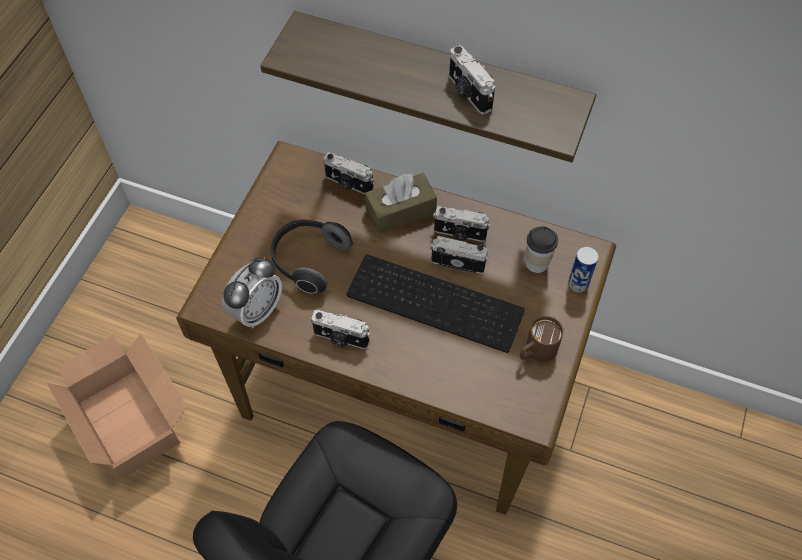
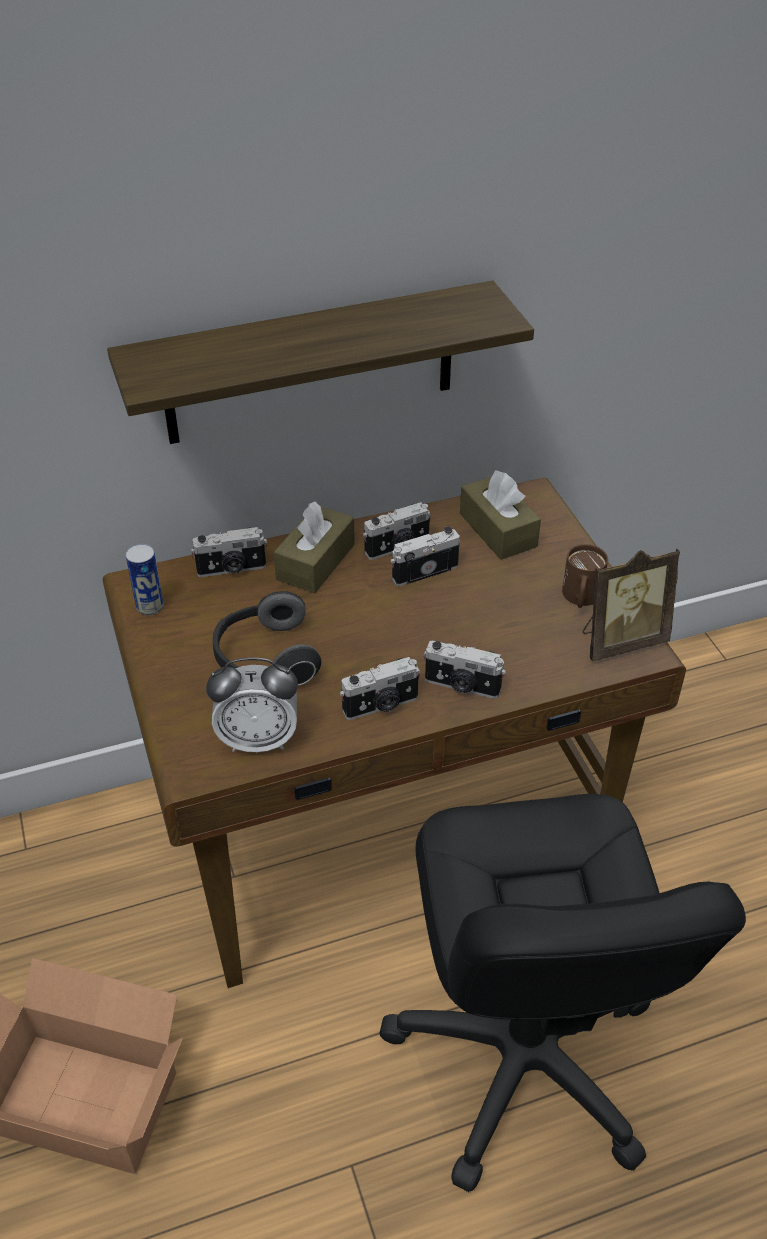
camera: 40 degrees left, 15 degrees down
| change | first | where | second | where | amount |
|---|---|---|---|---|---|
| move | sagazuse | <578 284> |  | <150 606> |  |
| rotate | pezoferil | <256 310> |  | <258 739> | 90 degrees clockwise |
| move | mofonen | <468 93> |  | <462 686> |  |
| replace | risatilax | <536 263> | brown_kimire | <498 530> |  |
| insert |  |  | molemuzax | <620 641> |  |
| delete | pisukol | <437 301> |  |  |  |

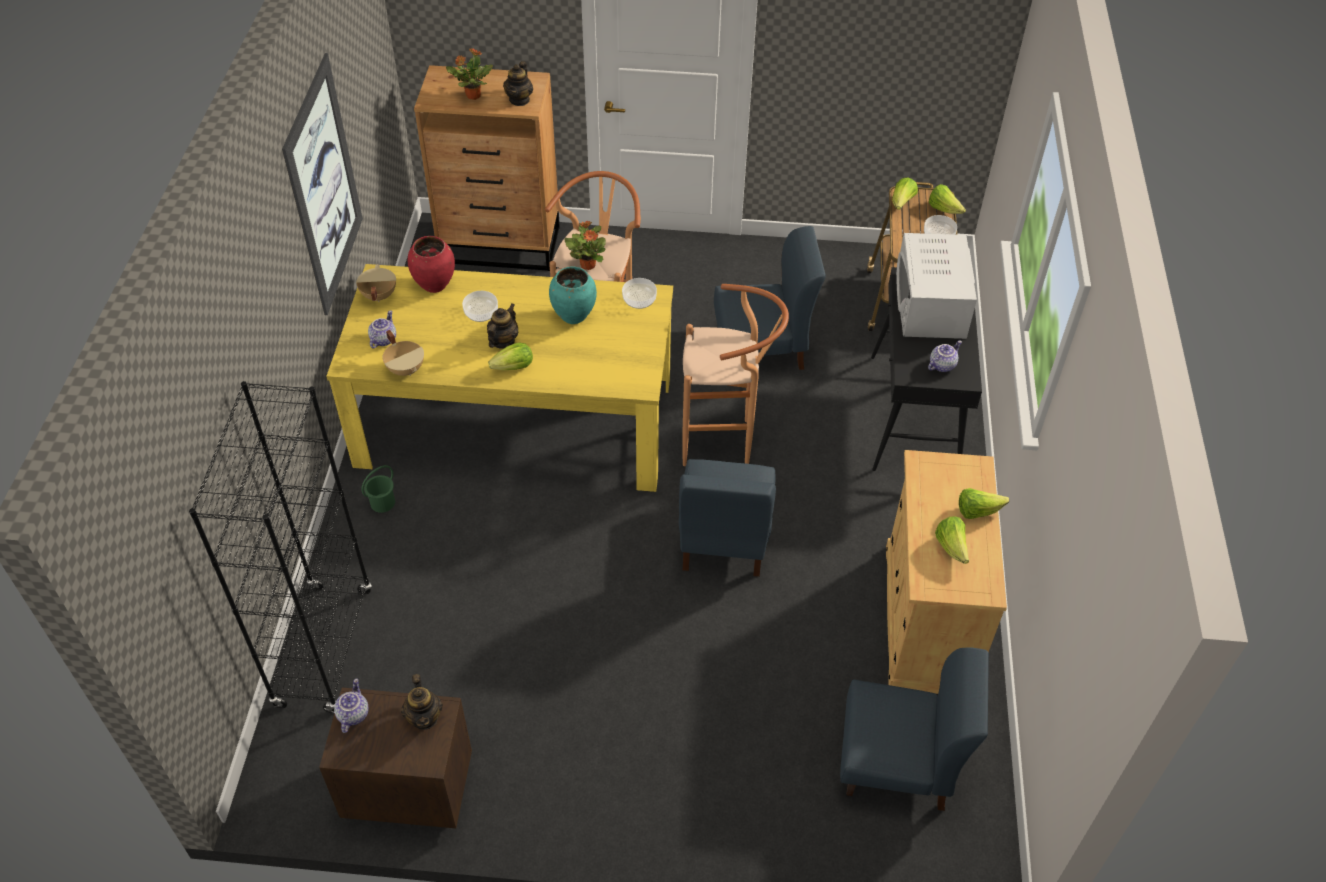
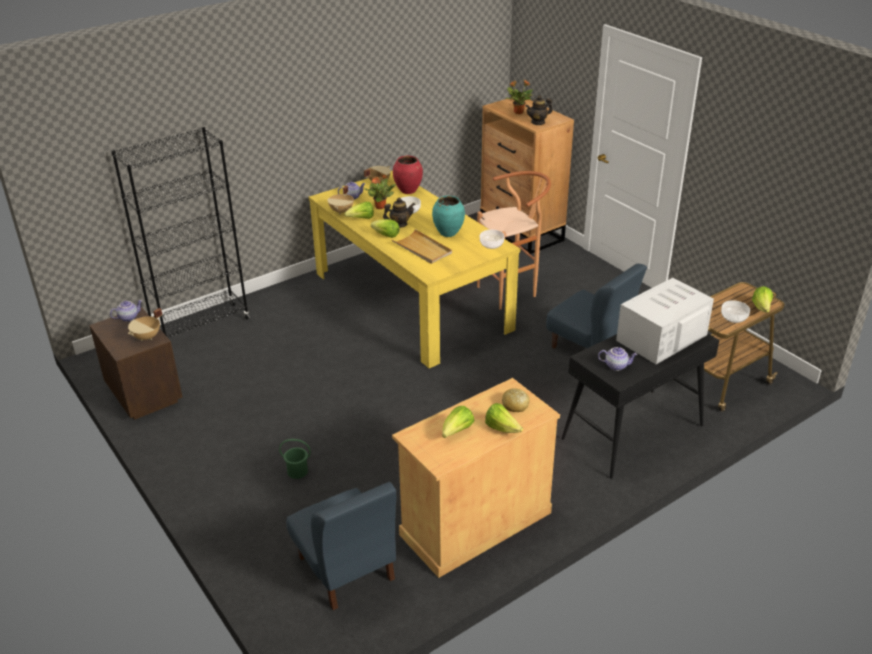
camera: 50 degrees right, 15 degrees down
| change | first | where | second | where | amount |
|---|---|---|---|---|---|
| replace | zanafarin | <424 717> | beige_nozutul | <147 337> |  |
| move | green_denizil | <383 503> |  | <297 472> |  |
| move | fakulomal | <902 203> |  | <361 219> |  |
| move | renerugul | <588 264> |  | <380 207> |  |
| insert |  |  | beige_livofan | <422 249> |  |
| insert |  |  | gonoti | <515 405> |  |
| delete | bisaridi | <324 187> |  |  |  |
| delete | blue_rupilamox | <723 539> |  |  |  |
| delete | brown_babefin | <724 440> |  |  |  |

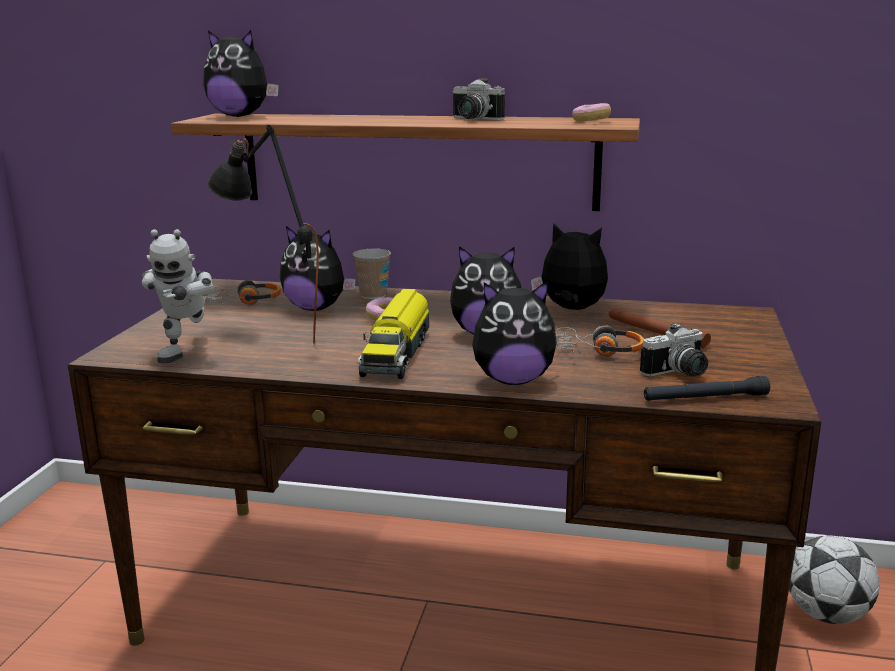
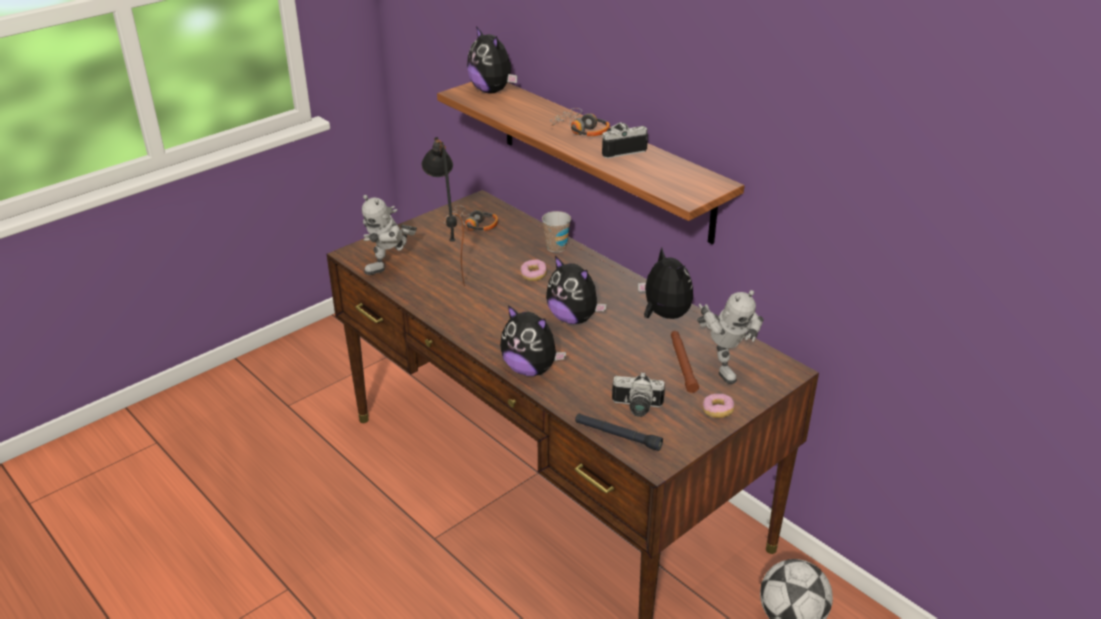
camera: 35 degrees right, 15 degrees up
| change | first | where | second | where | amount |
|---|---|---|---|---|---|
| move | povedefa | <598 351> |  | <580 130> |  |
| rotate | mofonen | <472 119> |  | <620 149> | 90 degrees clockwise |
| insert |  |  | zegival | <722 366> |  |
| move | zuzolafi | <591 121> |  | <717 411> |  |
| delete | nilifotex | <316 308> |  |  |  |
| delete | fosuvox | <397 352> |  |  |  |

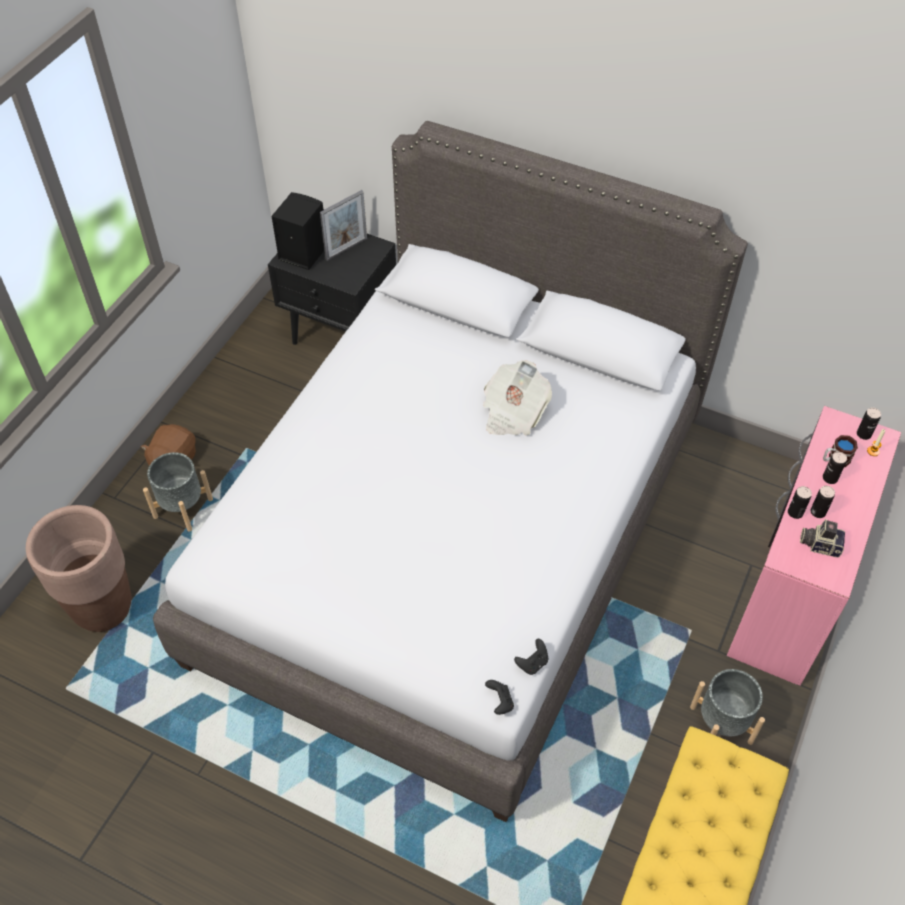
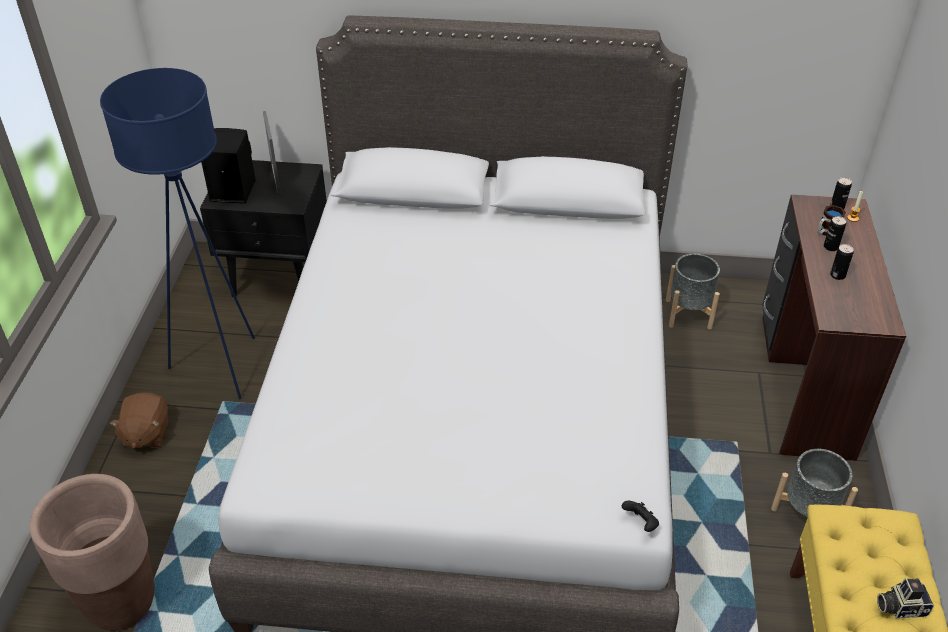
camera: 20 degrees left, 10 degrees down
| change | first | where | second | where | amount |
|---|---|---|---|---|---|
| insert |  |  | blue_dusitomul | <219 367> |  |
| rotate | molemuzax | <346 249> |  | <275 178> | 135 degrees clockwise |
| move | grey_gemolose | <183 508> |  | <688 313> |  |
| recolor | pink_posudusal | <789 590> | brown_posudusal | <802 384> |  |
| move | mofonen | <820 544> |  | <900 606> |  |
| delete | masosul | <513 412> |  |  |  |
| delete | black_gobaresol | <532 663> |  |  |  |
| delete | sagazuse | <795 512> |  |  |  |

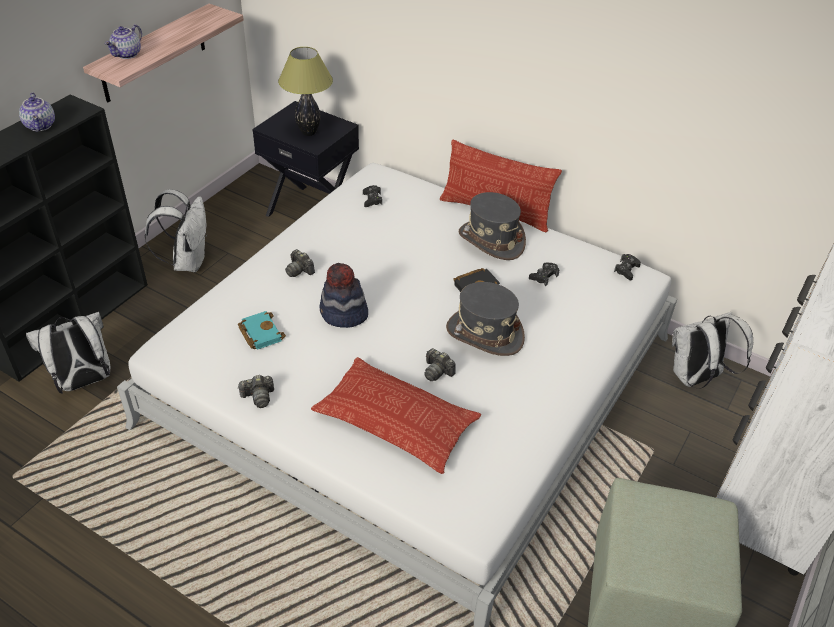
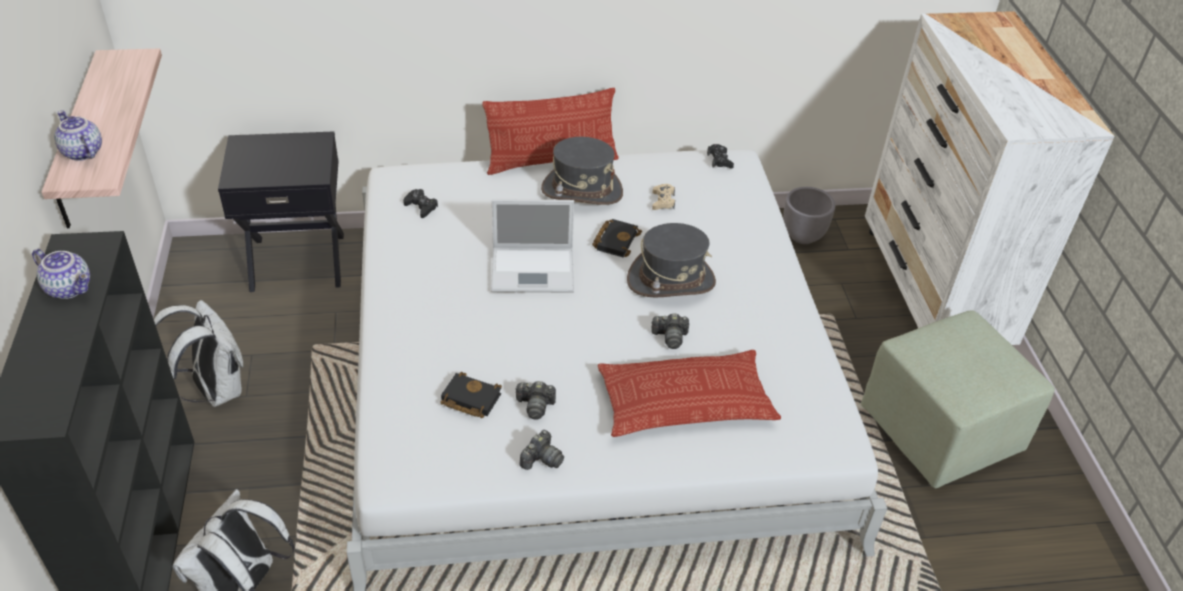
camera: 40 degrees left, 0 degrees up
| change | first | where | second | where | amount |
|---|---|---|---|---|---|
| rotate | zanafarin | <127 54> |  | <81 152> | 150 degrees clockwise |
| recolor | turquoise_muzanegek | <259 333> | black_muzanegek | <469 399> |  |
| insert |  |  | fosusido | <534 270> |  |
| move | mofonen | <299 270> |  | <535 405> |  |
| recolor | black_gobaresol | <544 276> | beige_gobaresol | <663 201> |  |
| replace | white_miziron | <695 378> | grey_gemolose | <803 236> |  |
| delete | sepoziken | <308 132> |  |  |  |
| delete | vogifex | <343 314> |  |  |  |

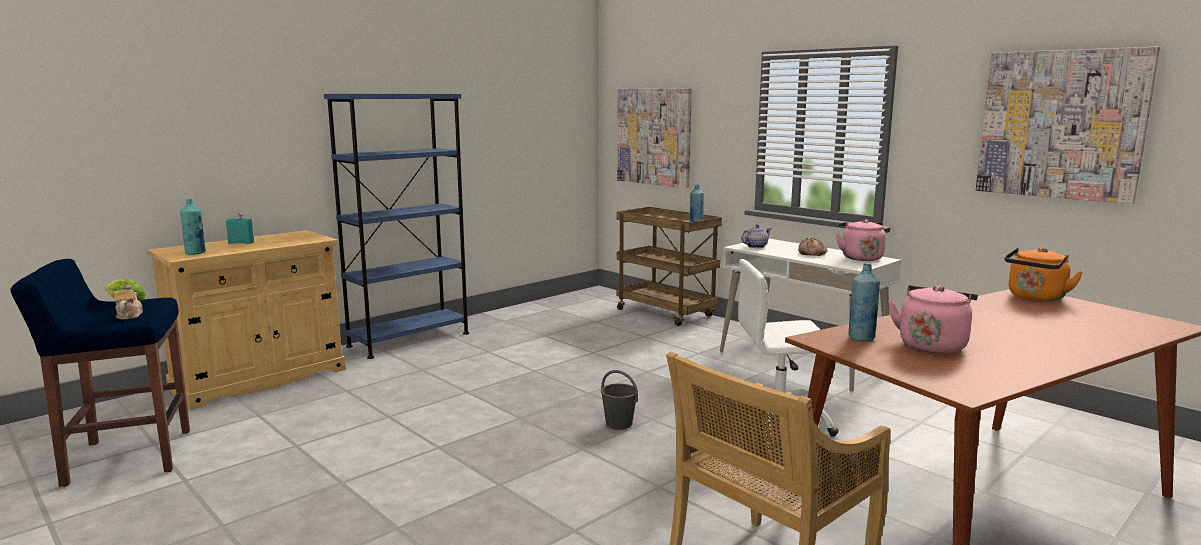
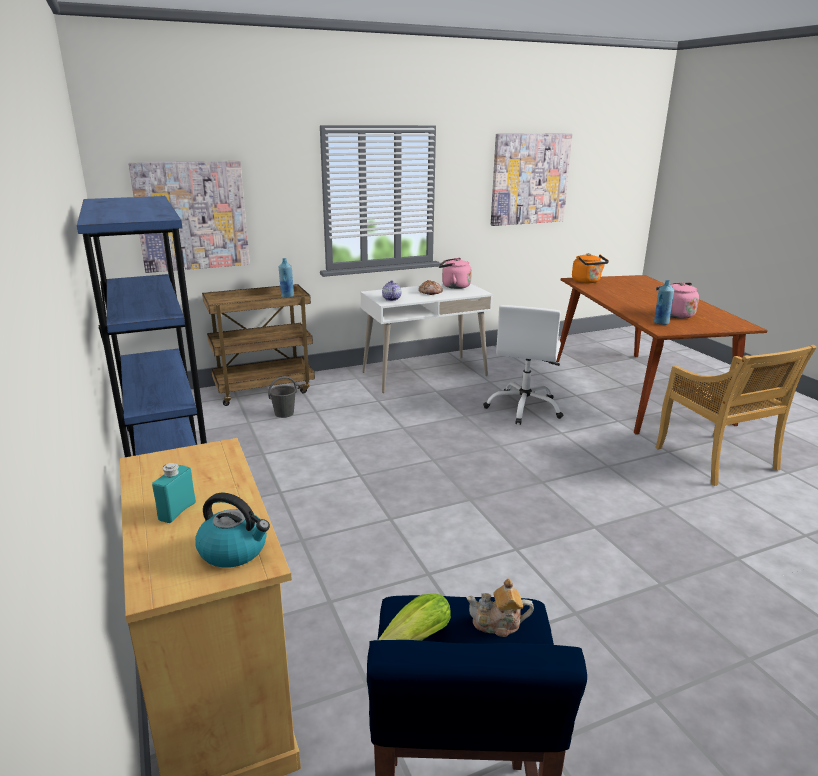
camera: 70 degrees left, 10 degrees up
| change | first | where | second | where | amount |
|---|---|---|---|---|---|
| replace | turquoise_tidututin | <195 253> | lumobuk | <234 550> |  |
| move | grey_denizil | <618 423> |  | <284 413> |  |

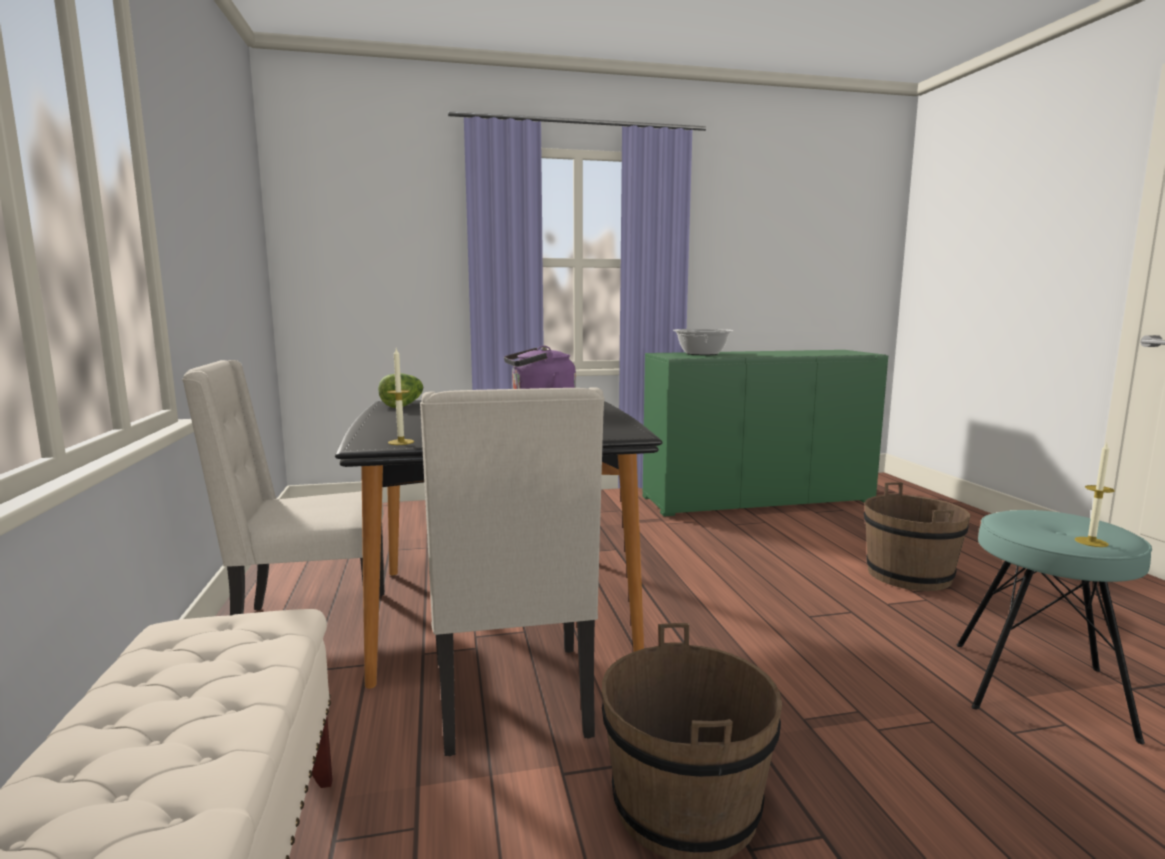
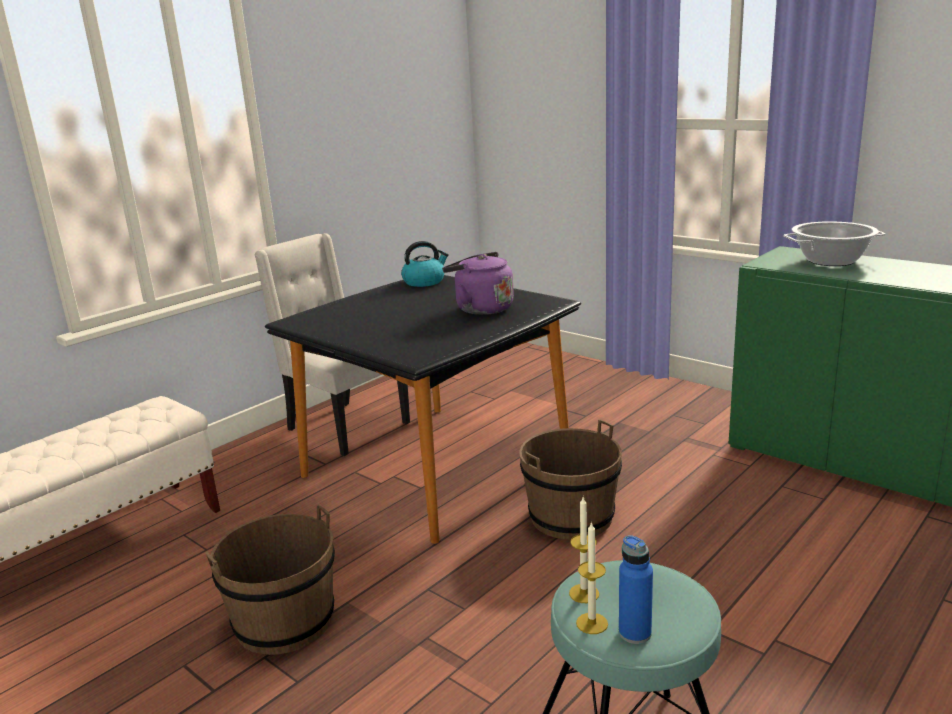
camera: 55 degrees right, 10 degrees up
| change | first | where | second | where | amount |
|---|---|---|---|---|---|
| replace | fakulomal | <403 405> | lumobuk | <424 281> |  |
| move | brown_denizil | <909 575> |  | <571 517> |  |
| move | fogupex | <401 442> |  | <584 593> |  |
| insert |  |  | blue_tidututin | <635 633> |  |
| delete | beige_rupilamox | <513 699> |  |  |  |

